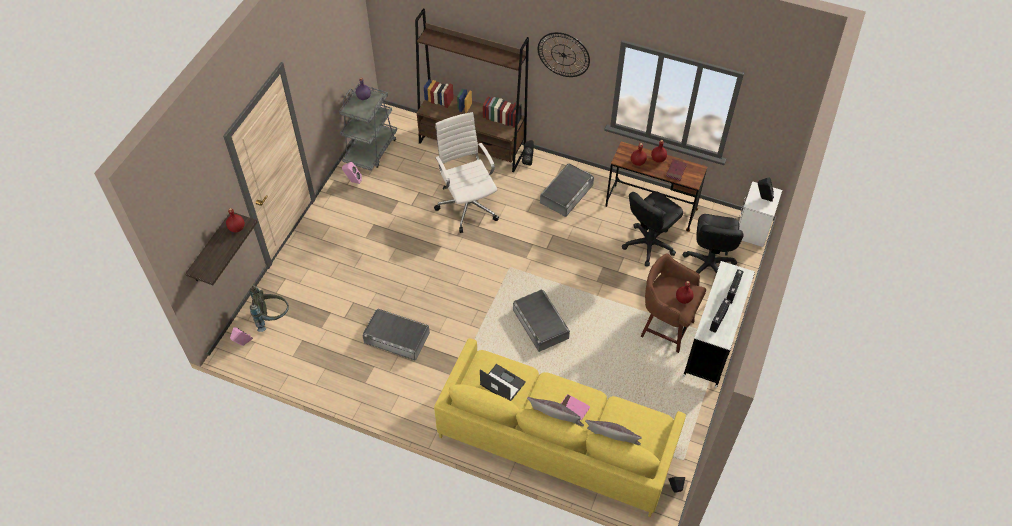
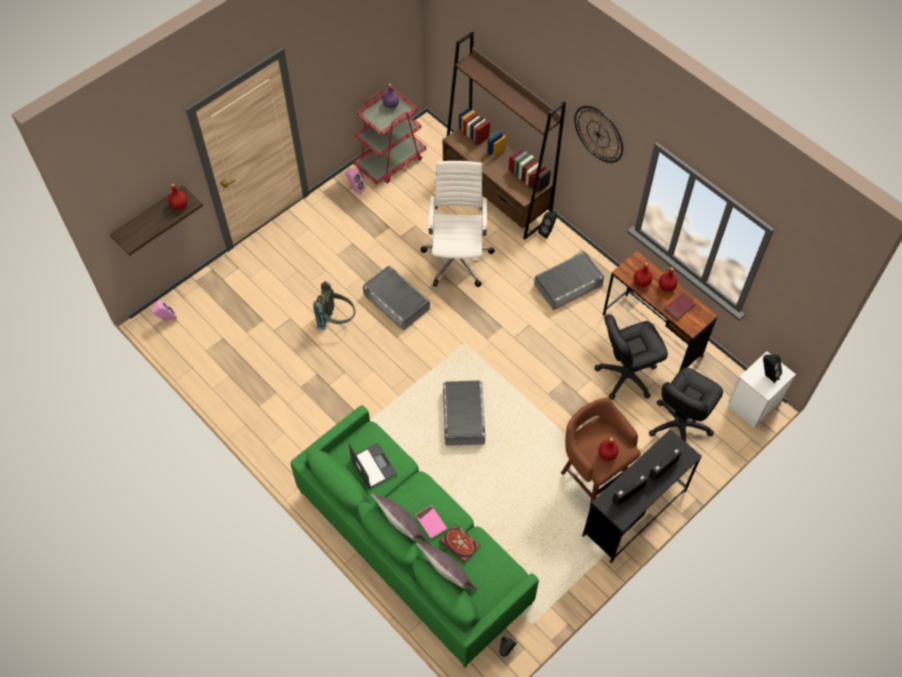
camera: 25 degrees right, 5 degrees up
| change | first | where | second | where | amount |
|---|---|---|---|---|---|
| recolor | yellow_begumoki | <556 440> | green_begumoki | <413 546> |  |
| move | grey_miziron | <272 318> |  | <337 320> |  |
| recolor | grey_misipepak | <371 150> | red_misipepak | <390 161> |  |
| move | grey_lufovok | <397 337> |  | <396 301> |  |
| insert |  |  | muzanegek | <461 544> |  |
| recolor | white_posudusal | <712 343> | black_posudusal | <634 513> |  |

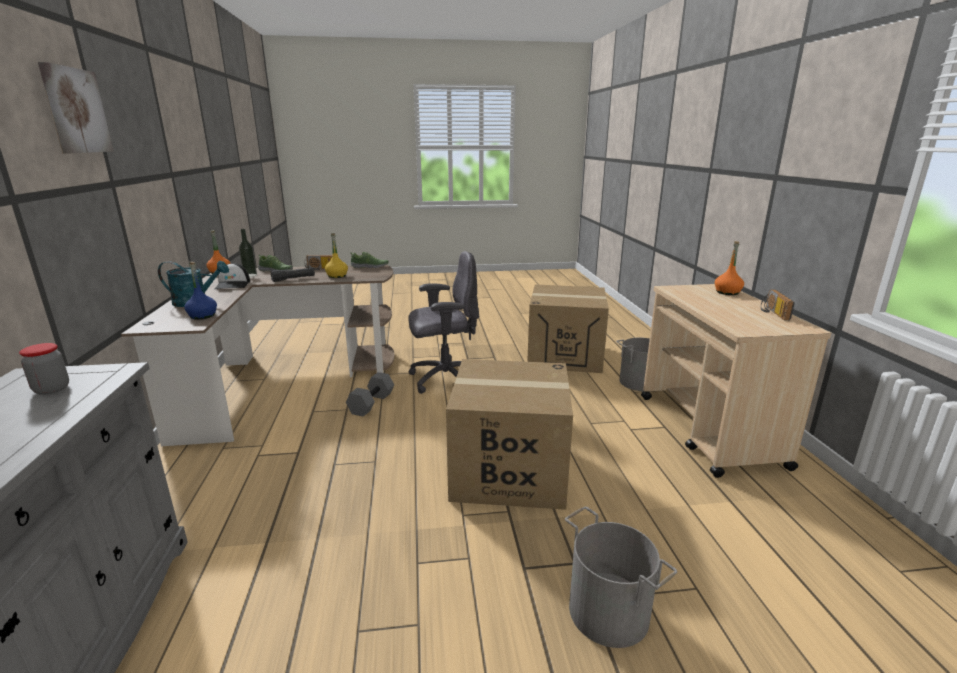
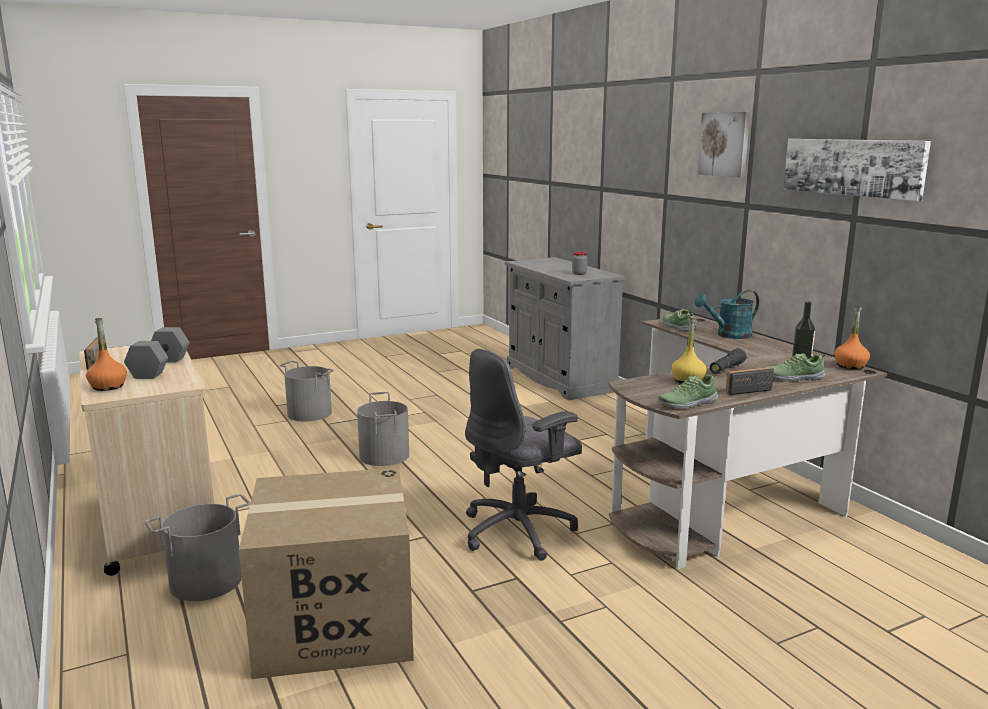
camera: 160 degrees right, 5 degrees down
| change | first | where | second | where | amount |
|---|---|---|---|---|---|
| move | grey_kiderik | <371 403> |  | <161 368> |  |
| replace | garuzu | <508 470> | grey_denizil | <385 455> |  |
| replace | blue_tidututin | <203 316> | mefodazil | <678 327> |  |
| insert |  |  | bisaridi | <852 167> |  |
| delete | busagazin | <233 284> |  |  |  |

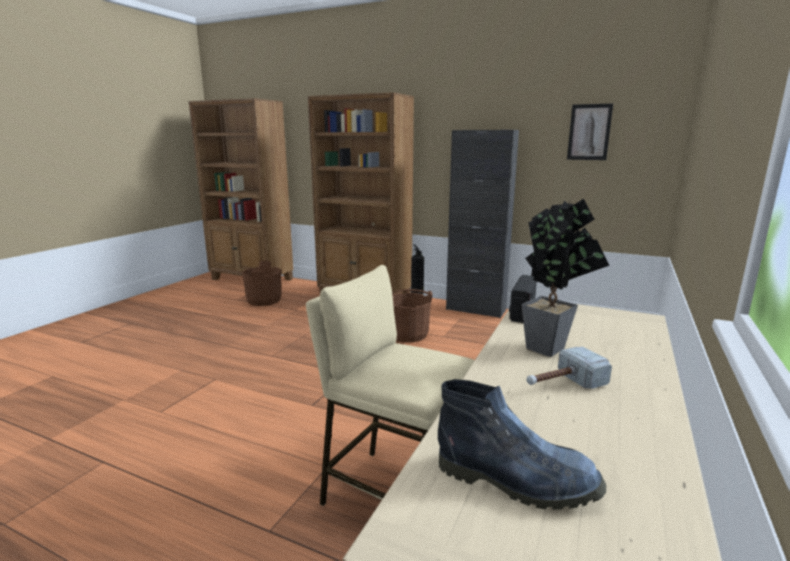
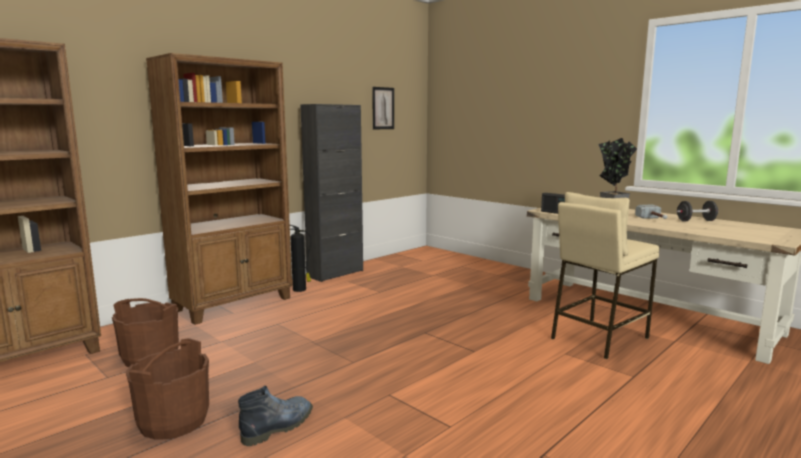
camera: 70 degrees left, 5 degrees down
| change | first | where | second | where | amount |
|---|---|---|---|---|---|
| move | brown_denizil | <408 334> |  | <173 421> |  |
| move | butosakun | <518 481> |  | <279 426> |  |
| insert |  |  | black_kiderik | <696 221> |  |

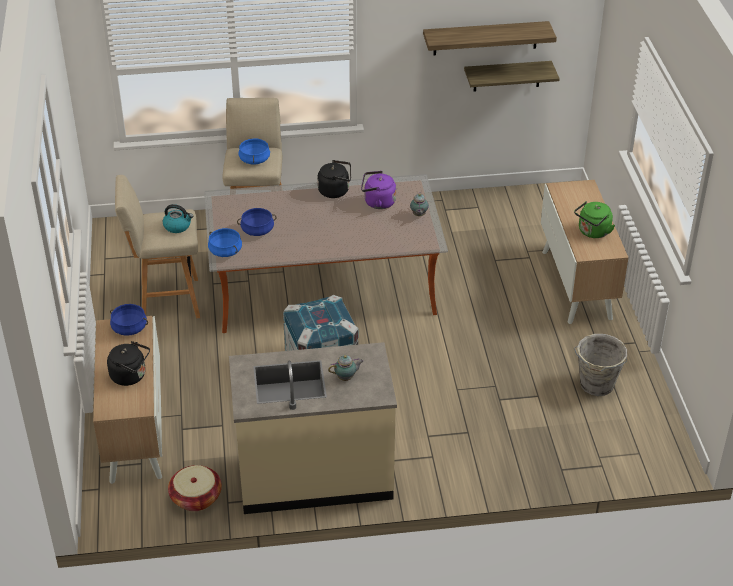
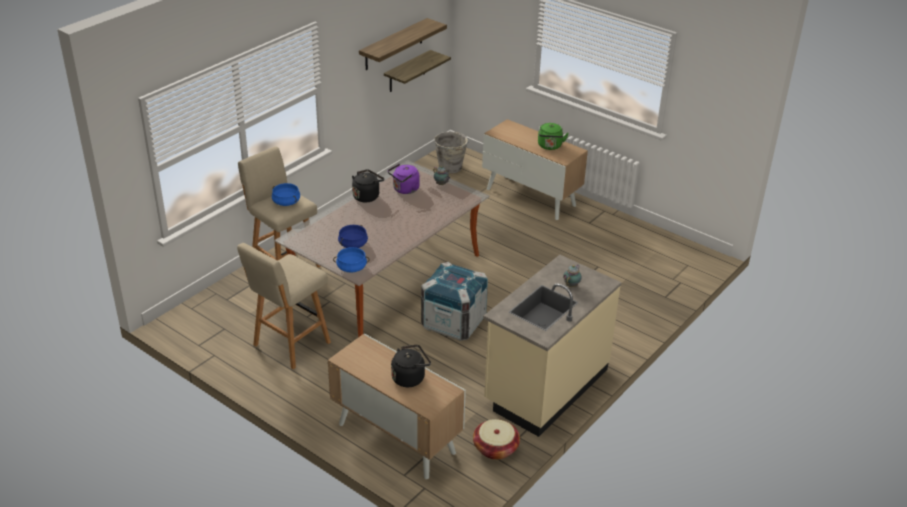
camera: 45 degrees left, 5 degrees down
| change | first | where | second | where | amount |
|---|---|---|---|---|---|
| move | grey_denizil | <596 385> |  | <450 168> |  |
| delete | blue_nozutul | <129 328> |  |  |  |
| delete | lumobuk | <178 226> |  |  |  |

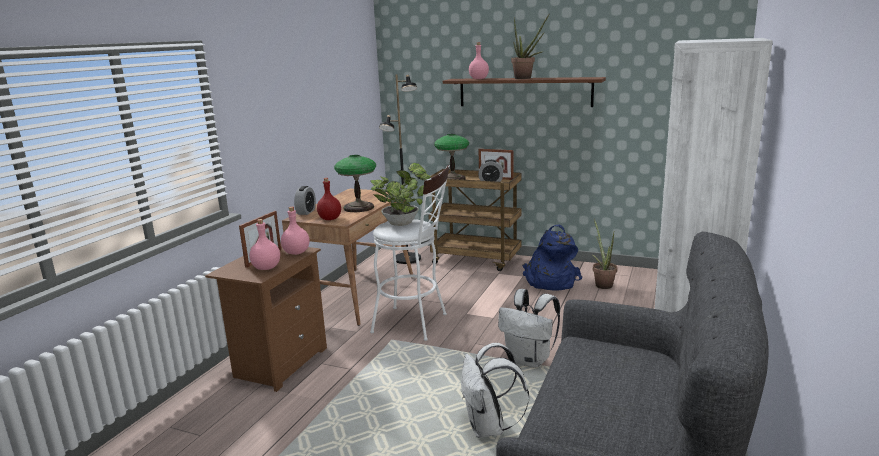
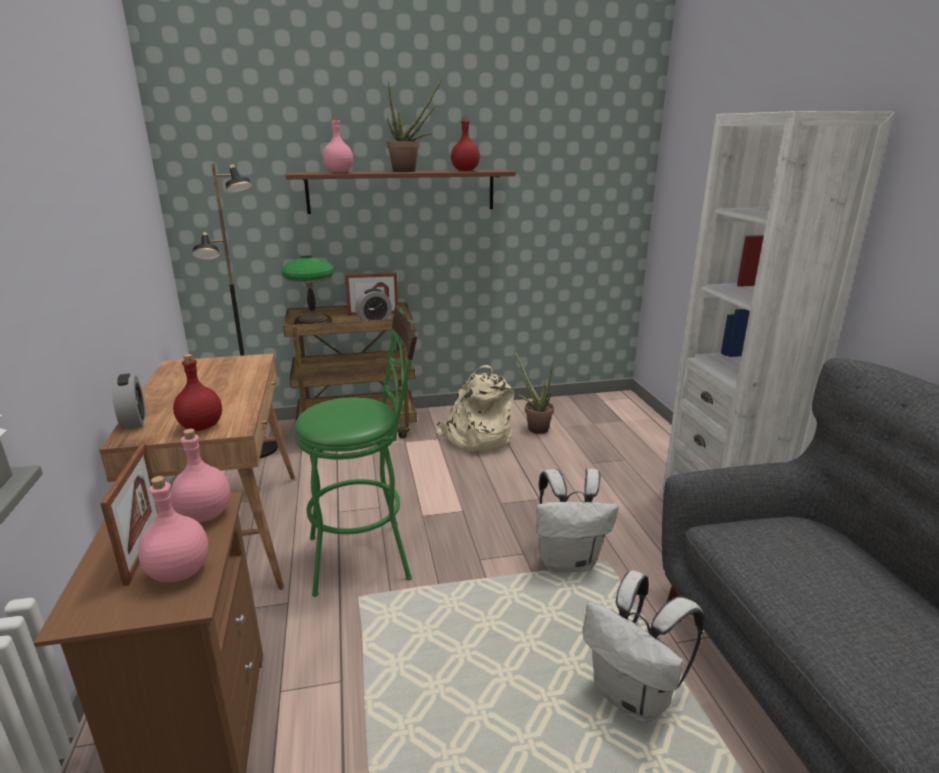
camera: 35 degrees left, 5 degrees up
| change | first | where | second | where | amount |
|---|---|---|---|---|---|
| recolor | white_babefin | <416 324> | green_babefin | <369 555> |  |
| recolor | blue_miziron | <550 281> | beige_miziron | <476 438> |  |
| insert |  |  | red_tidututin | <465 170> |  |
| delete | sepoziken | <358 207> |  |  |  |
| delete | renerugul | <403 223> |  |  |  |

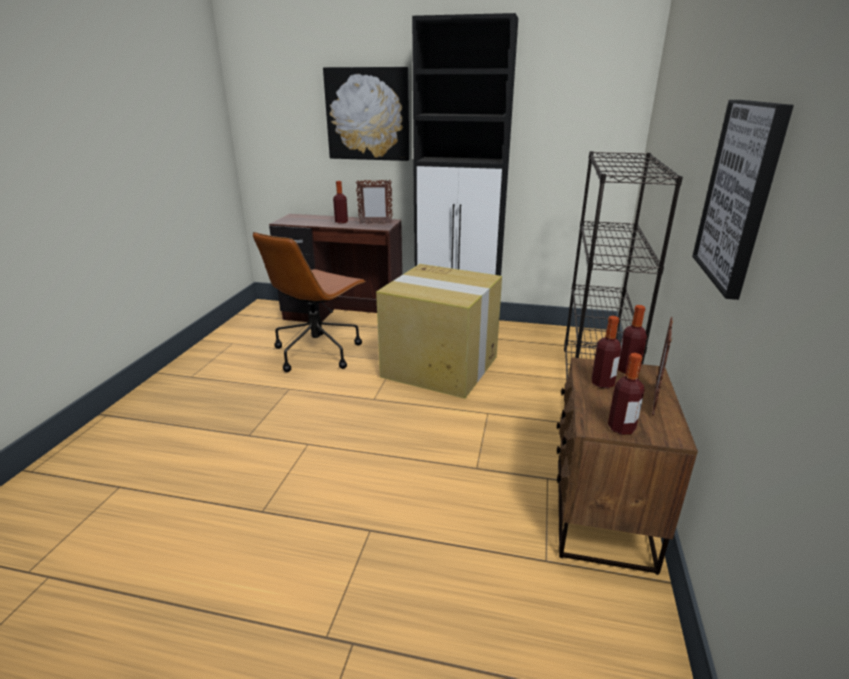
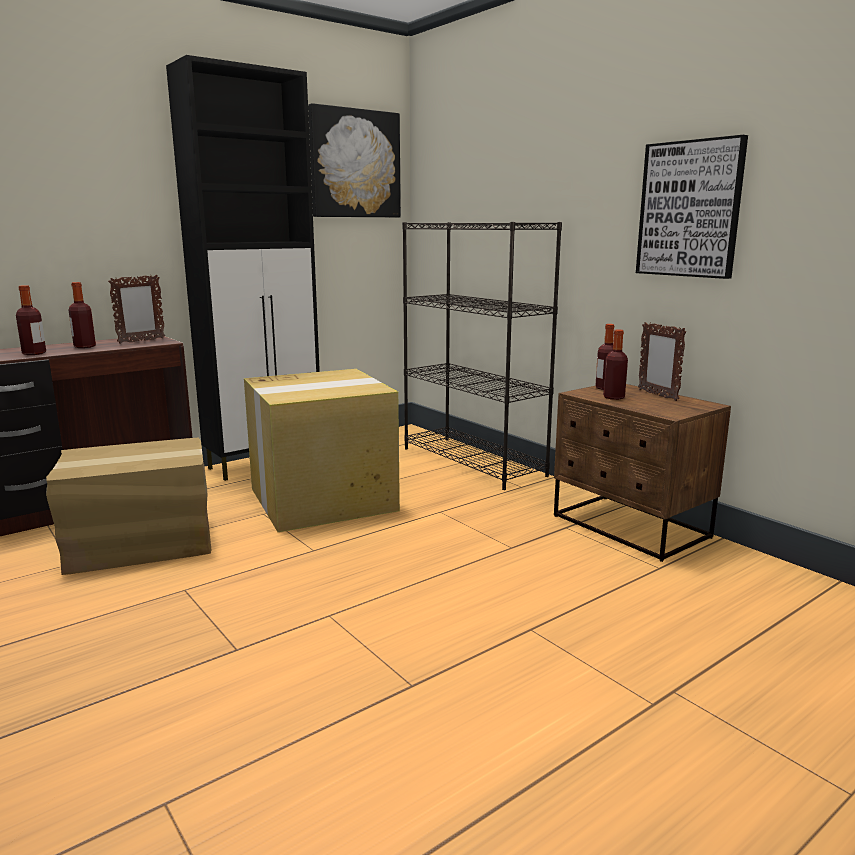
camera: 50 degrees left, 10 degrees down
| change | first | where | second | where | amount |
|---|---|---|---|---|---|
| move | tidututin | <621 428> |  | <34 353> |  |
| replace | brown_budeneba | <318 352> | garuzu | <140 544> |  |
| move | bisaridi | <368 114> |  | <355 164> |  |

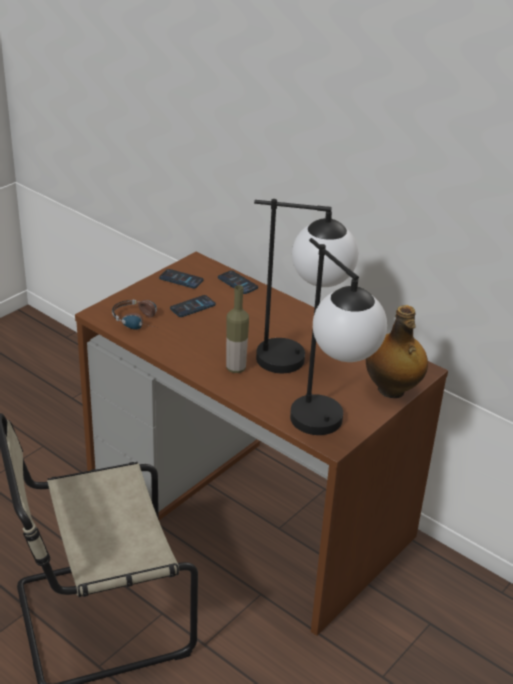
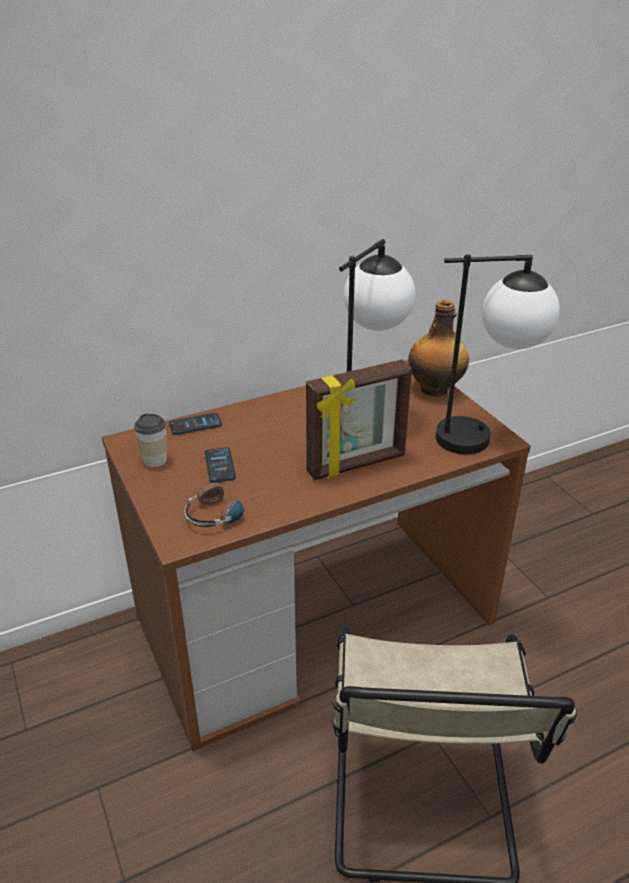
camera: 65 degrees left, 0 degrees up
| change | first | where | second | where | amount |
|---|---|---|---|---|---|
| replace | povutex | <181 279> | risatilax | <155 460> |  |
| replace | tidututin | <235 368> | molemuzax | <357 465> |  |

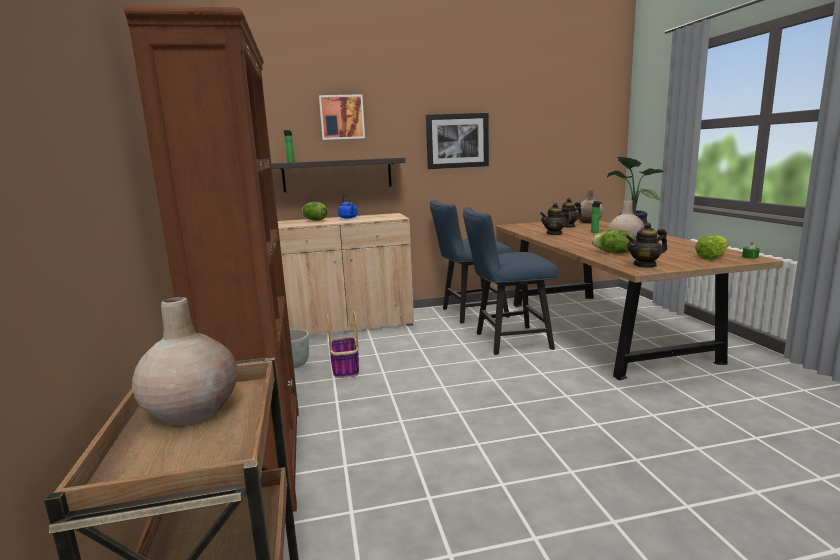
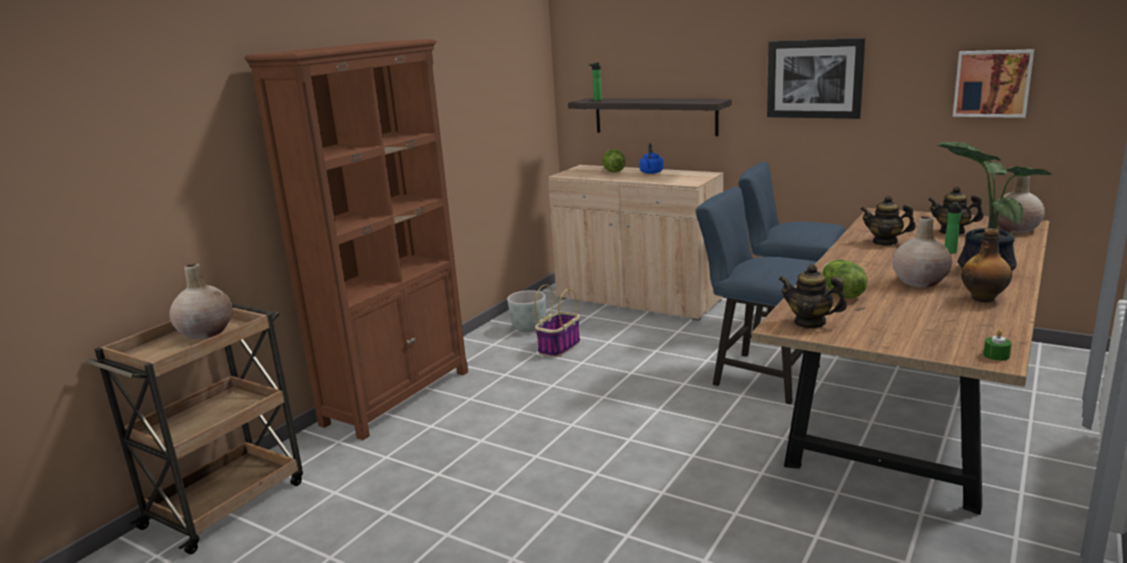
camera: 45 degrees right, 5 degrees up
| change | first | where | second | where | amount |
|---|---|---|---|---|---|
| move | bisaridi | <342 117> |  | <992 83> |  |
| insert |  |  | tidututin | <984 298> |  |
| delete | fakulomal | <711 257> |  |  |  |

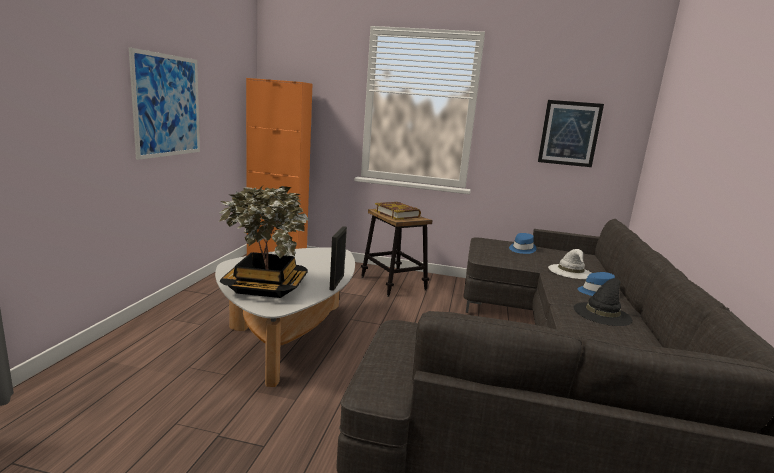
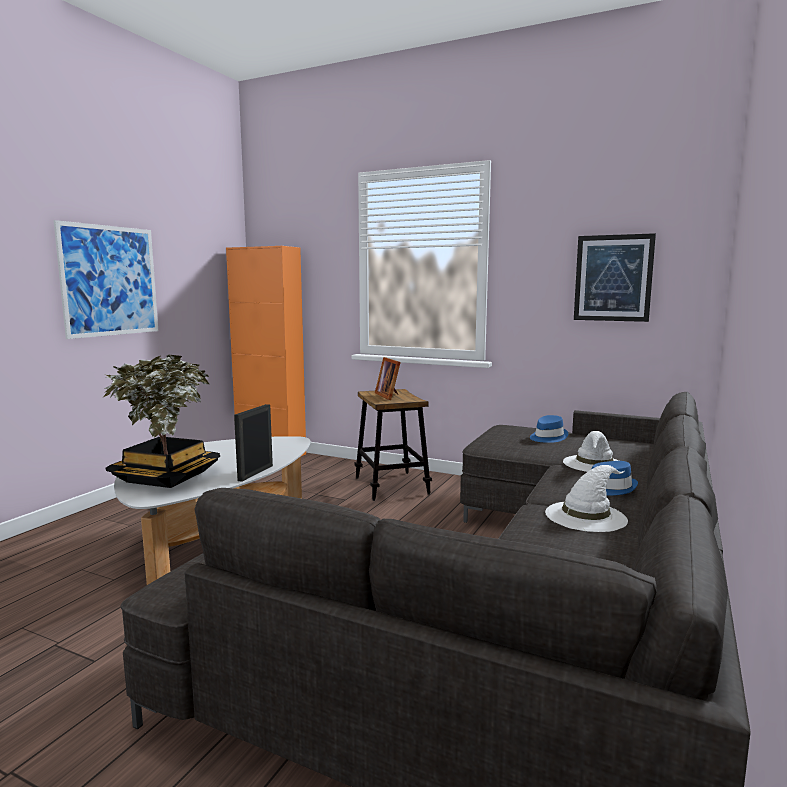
camera: 15 degrees right, 5 degrees down
| change | first | where | second | where | amount |
|---|---|---|---|---|---|
| replace | muzanegek | <397 214> | molemuzax | <389 396> |  |
| recolor | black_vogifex | <602 313> | white_vogifex | <586 515> |  |

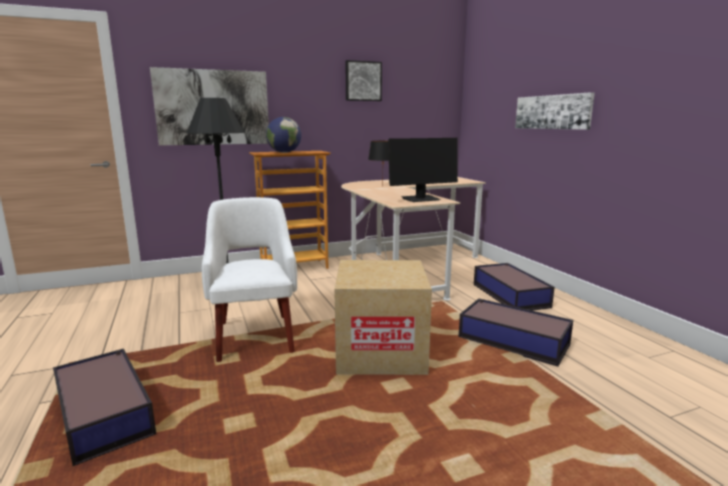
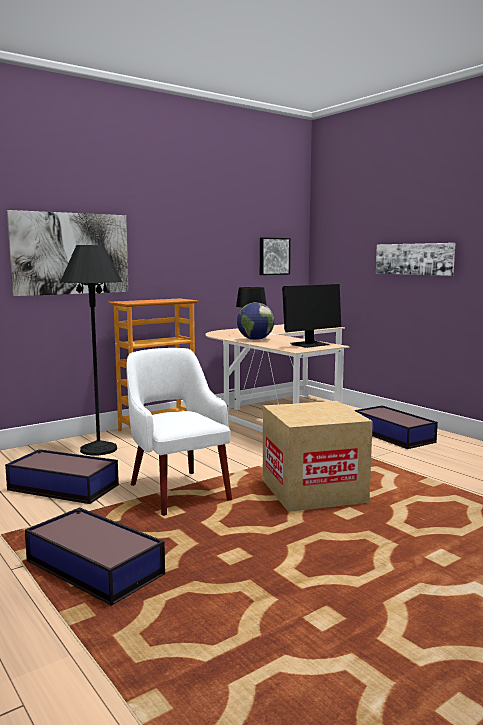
camera: 15 degrees left, 5 degrees down
| change | first | where | second | where | amount |
|---|---|---|---|---|---|
| move | lufovok | <512 340> |  | <62 487> |  |
| move | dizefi | <284 152> |  | <255 339> |  |
| move | bisaridi | <363 81> |  | <273 256> |  |

